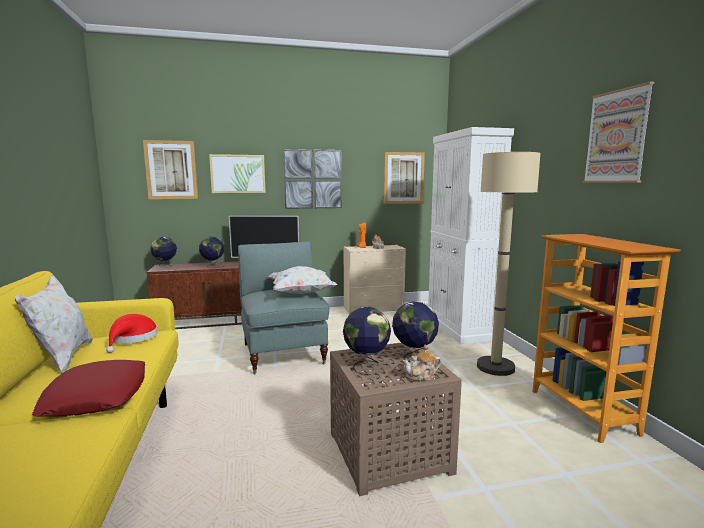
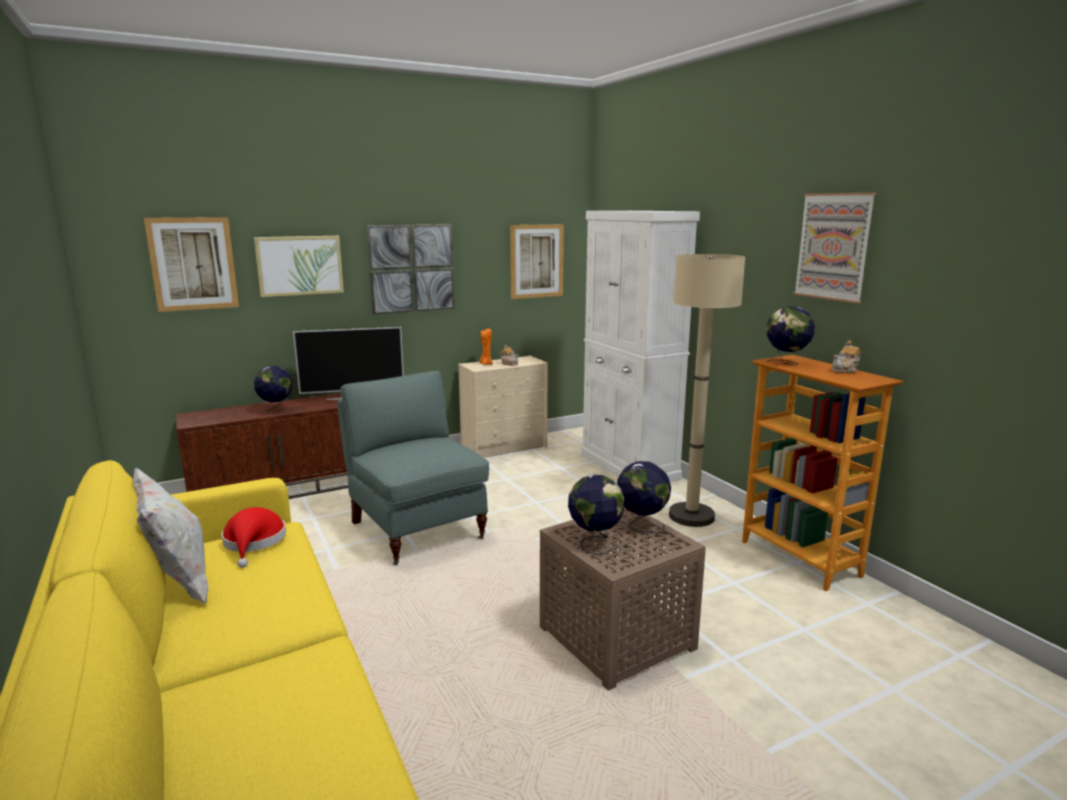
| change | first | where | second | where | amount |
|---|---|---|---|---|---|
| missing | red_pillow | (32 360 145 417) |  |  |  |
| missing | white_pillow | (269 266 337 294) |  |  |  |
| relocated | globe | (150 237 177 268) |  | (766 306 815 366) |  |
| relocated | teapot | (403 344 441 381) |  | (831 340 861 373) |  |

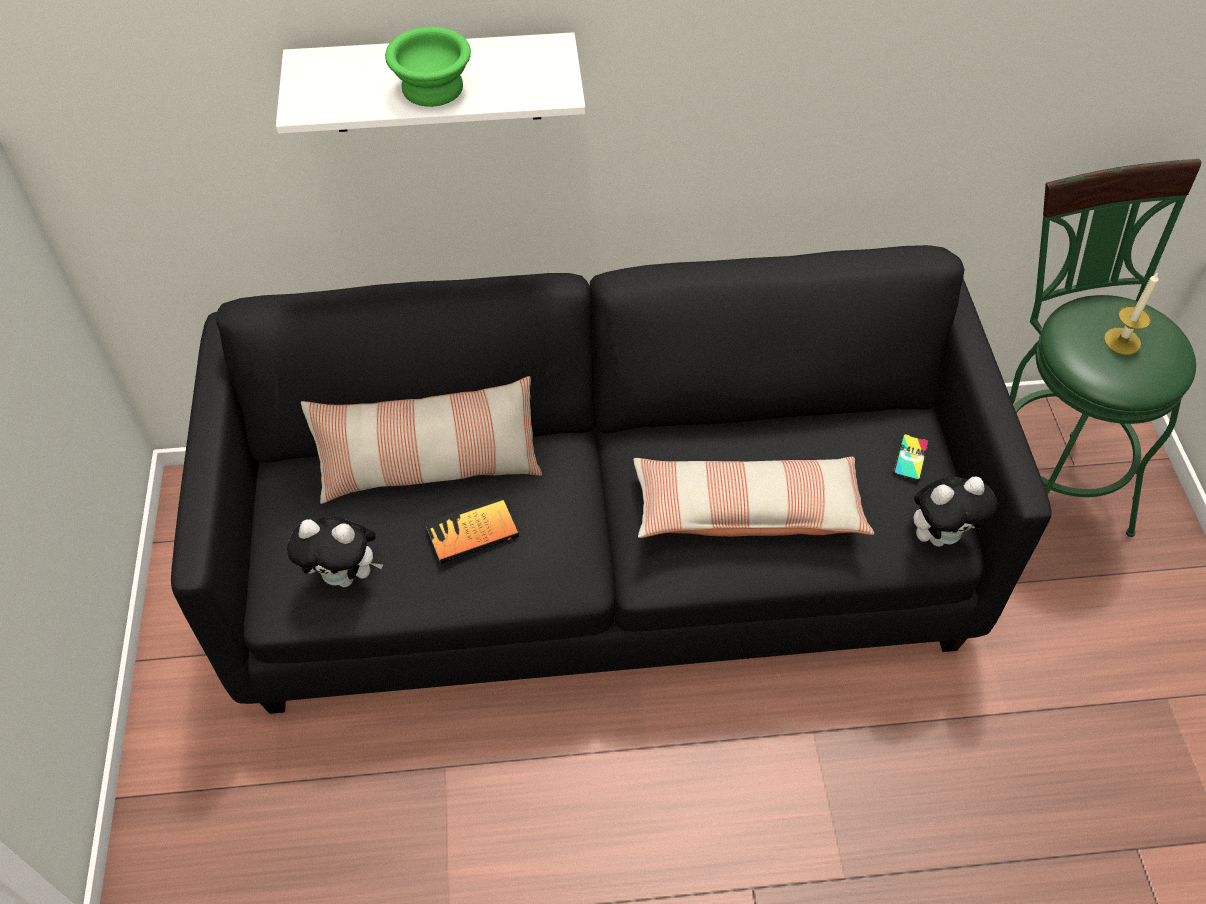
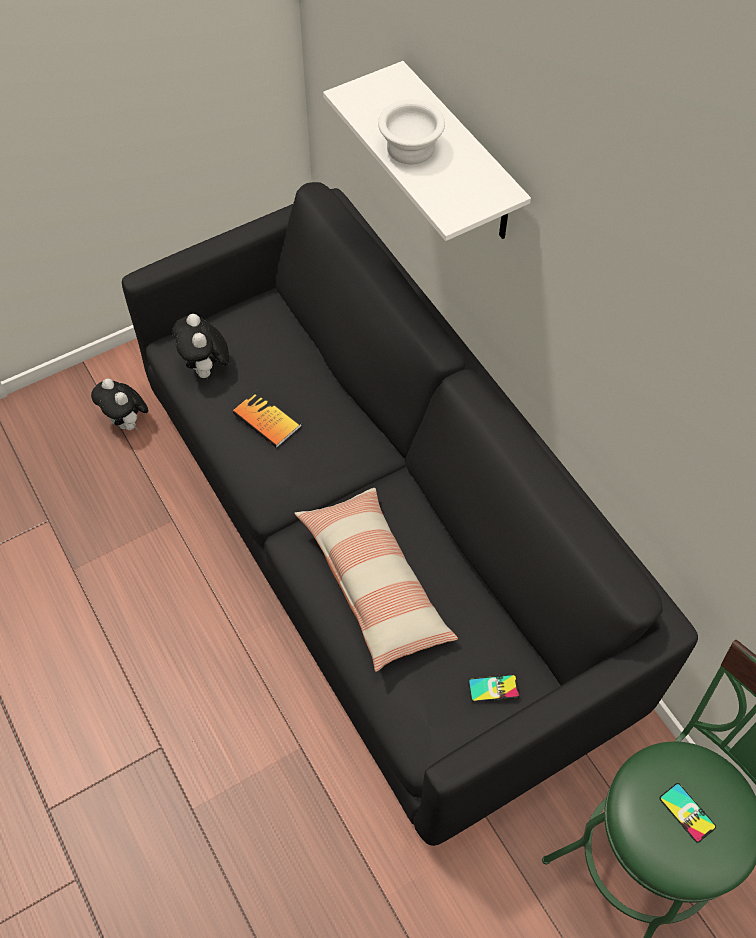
| change | first | where | second | where | amount |
|---|---|---|---|---|---|
| missing | pillow | (301 376 542 504) |  |  |  |
| relocated | plush_toy | (914 477 998 547) |  | (91 378 148 430) |  |
| exchanged | candle | (1104 272 1159 355) | phone | (660 783 716 843) |  |
| colour | green_bowl | (385 27 471 107) | white_bowl | (378 99 445 164) |  |

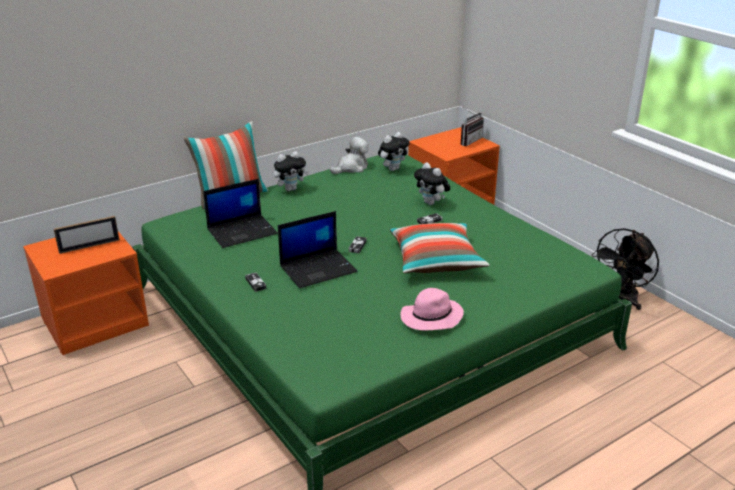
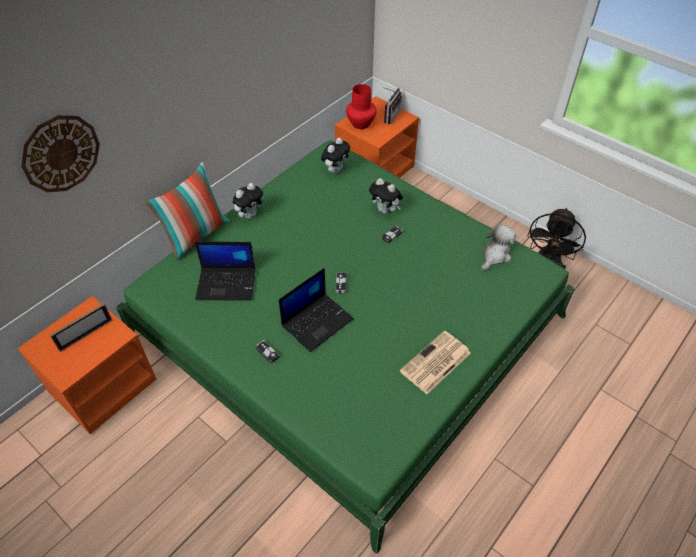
| change | first | where | second | where | amount |
|---|---|---|---|---|---|
| missing | pillow | (390 223 490 273) |  |  |  |
| appeared |  |  | wall_clock | (21 115 100 192) |  |
| appeared |  |  | red_vase | (346 84 377 129) |  |
| relocated | plush_toy | (330 137 369 174) |  | (481 224 516 271) |  |
| exchanged | pink_hat | (400 288 464 330) | newspaper | (400 331 471 394) |  |
| spun | laptop | (203 179 278 248) |  | (195 242 256 301) | 45 degrees clockwise |

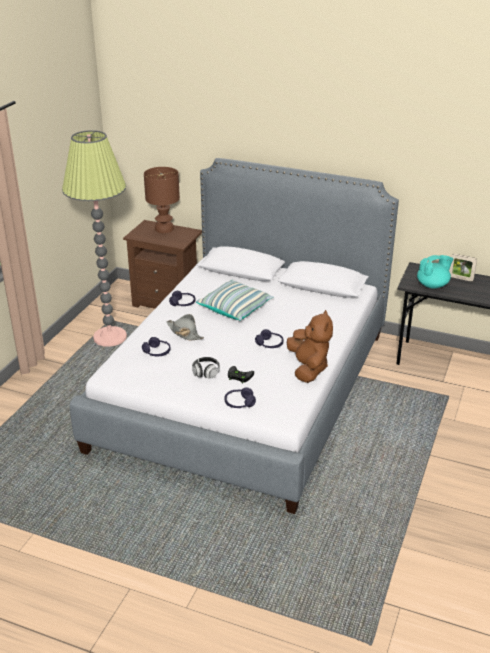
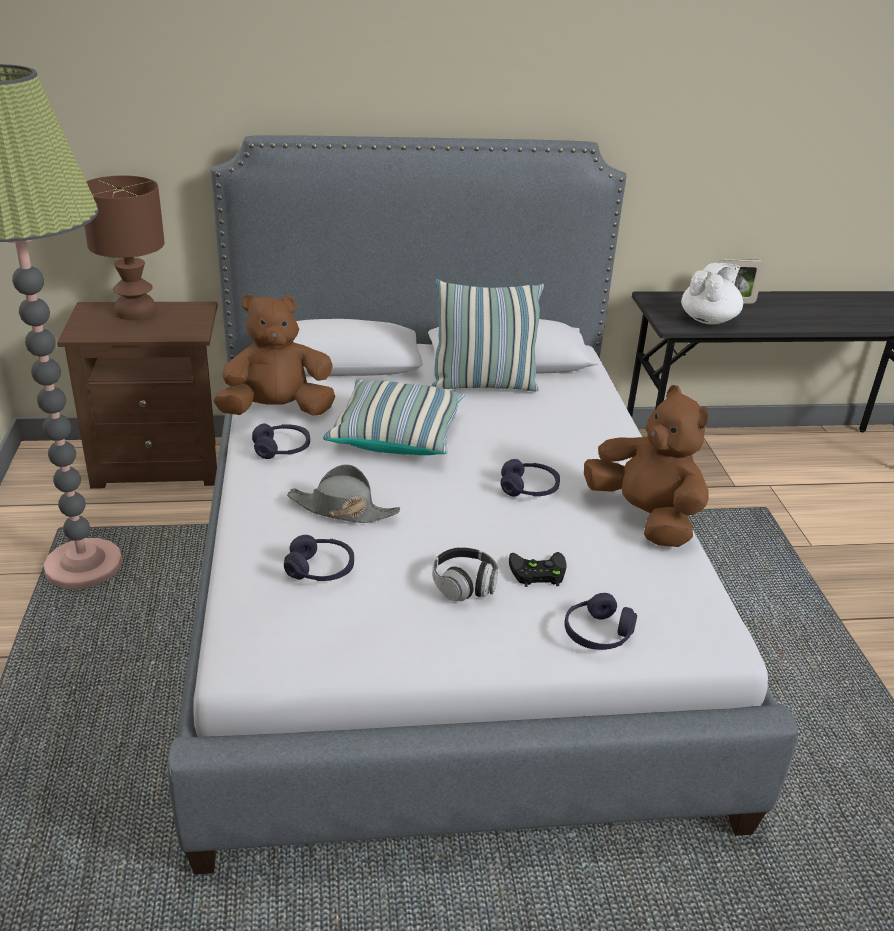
| change | first | where | second | where | amount |
|---|---|---|---|---|---|
| appeared |  |  | brown_plush_toy | (213 294 335 415) |  |
| appeared |  |  | pillow | (431 279 544 391) |  |
| colour | turquoise_teapot | (417 255 453 289) | white_teapot | (681 263 743 325) |  |

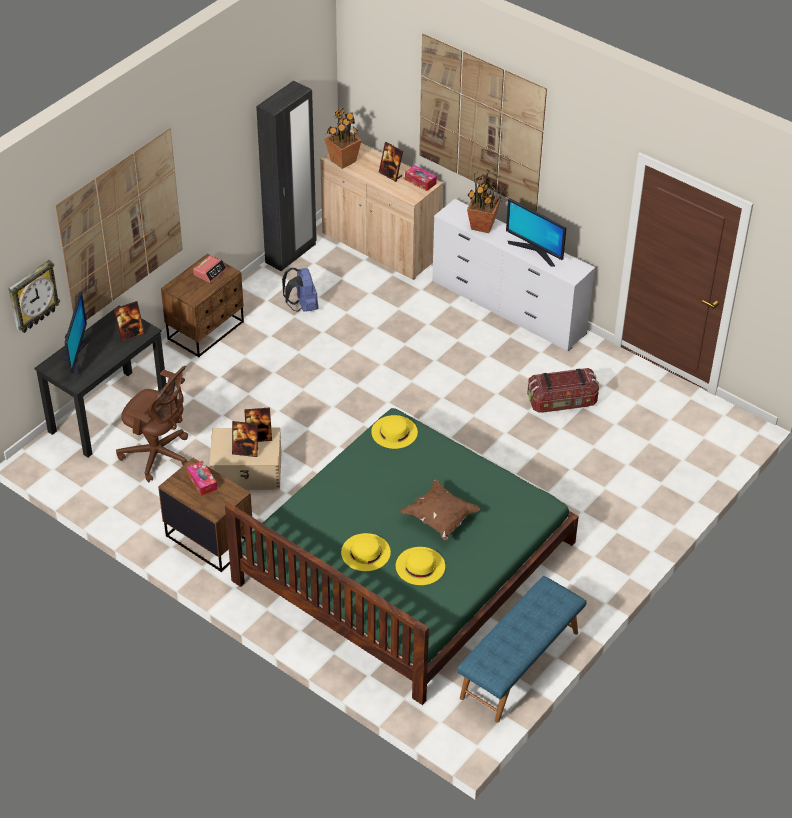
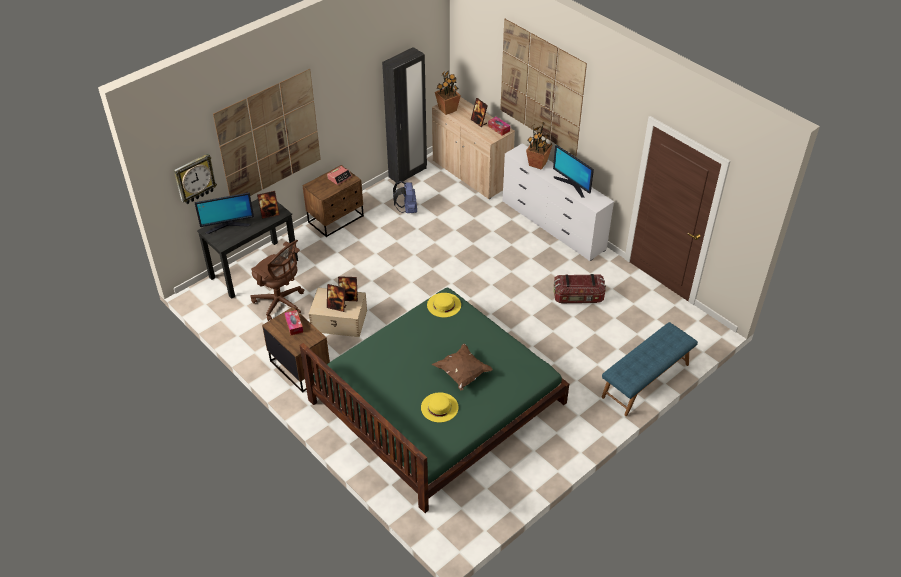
| change | first | where | second | where | amount |
|---|---|---|---|---|---|
| missing | yellow_hat | (341 533 391 571) |  |  |  |
| relocated | blue_bench | (457 576 587 723) |  | (602 322 698 416) |  |
| spun | monitor | (61 292 91 379) |  | (195 193 254 234) | 60 degrees clockwise |

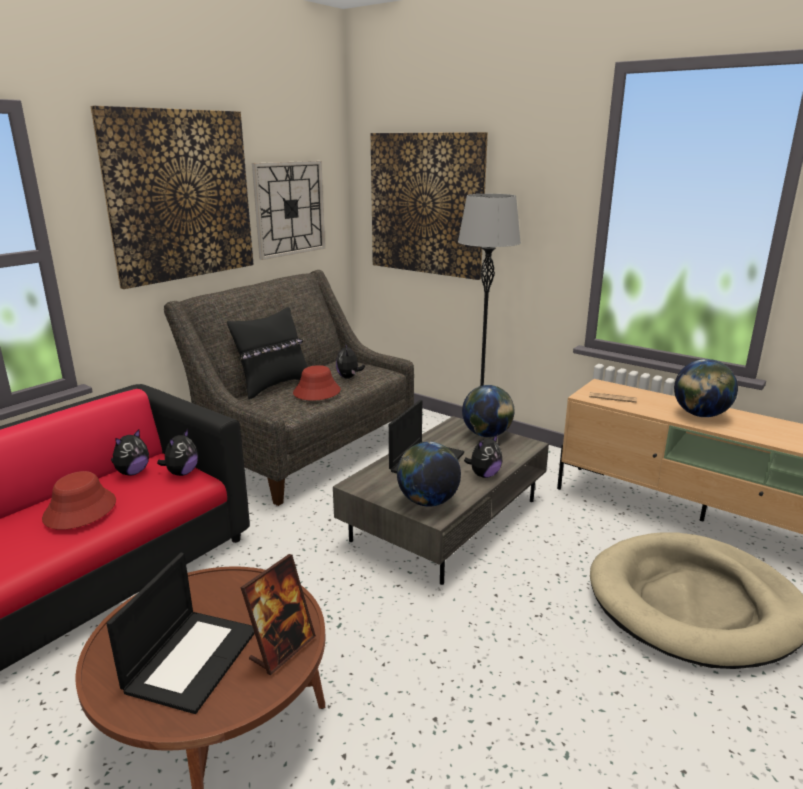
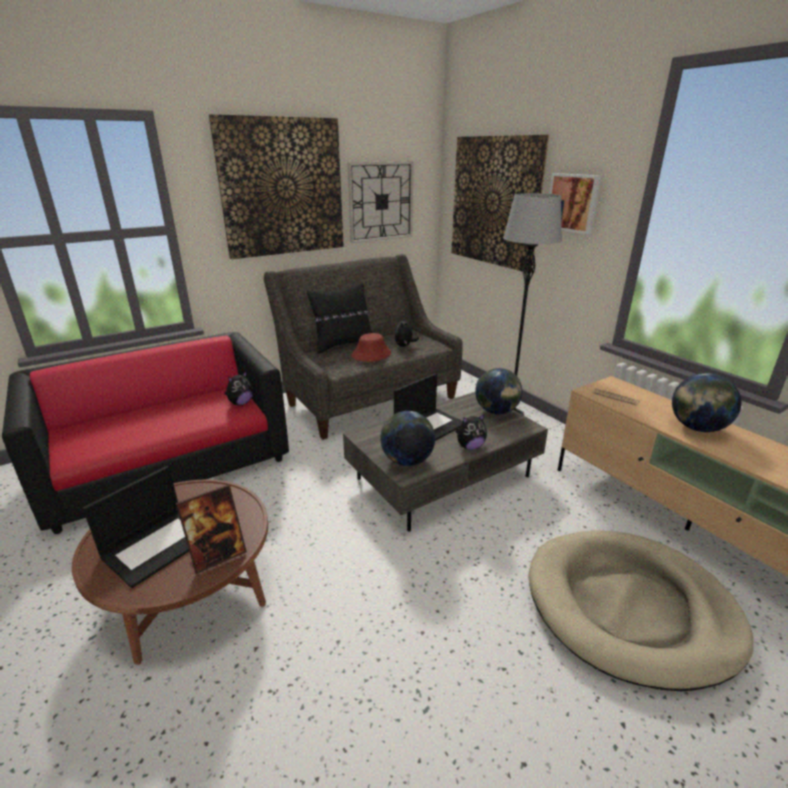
| change | first | where | second | where | amount |
|---|---|---|---|---|---|
| missing | red_hat | (42 471 116 530) |  |  |  |
| missing | plush_toy | (111 429 149 476) |  |  |  |
| appeared |  |  | picture | (549 173 601 234) |  |

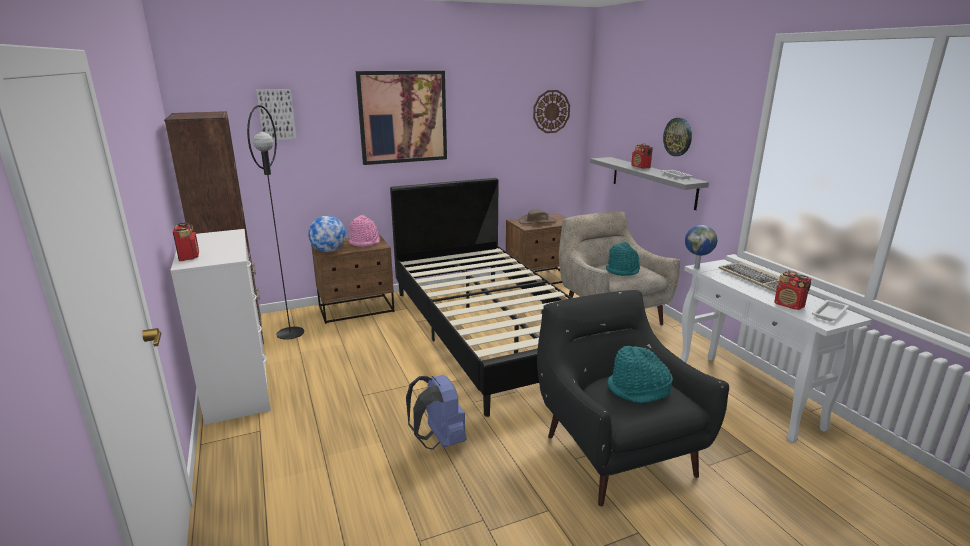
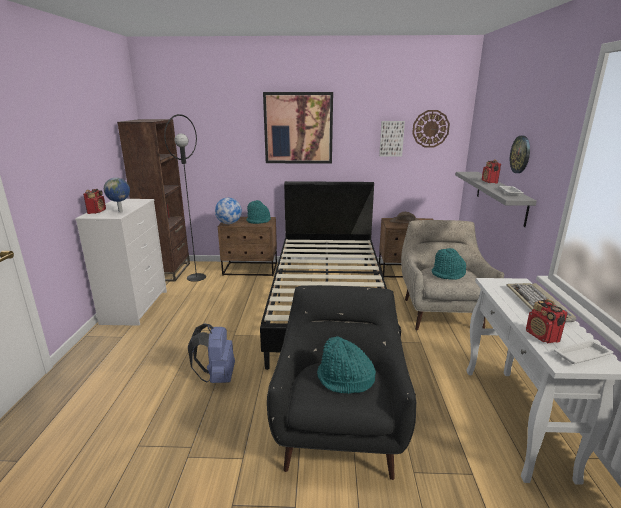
| change | first | where | second | where | amount |
|---|---|---|---|---|---|
| relocated | picture | (256 89 297 140) |  | (379 121 405 157) |  |
| relocated | globe | (685 225 717 269) |  | (104 178 130 213) |  |
| colour | pink_hat | (349 215 380 247) | turquoise_hat | (246 200 271 224) |  |

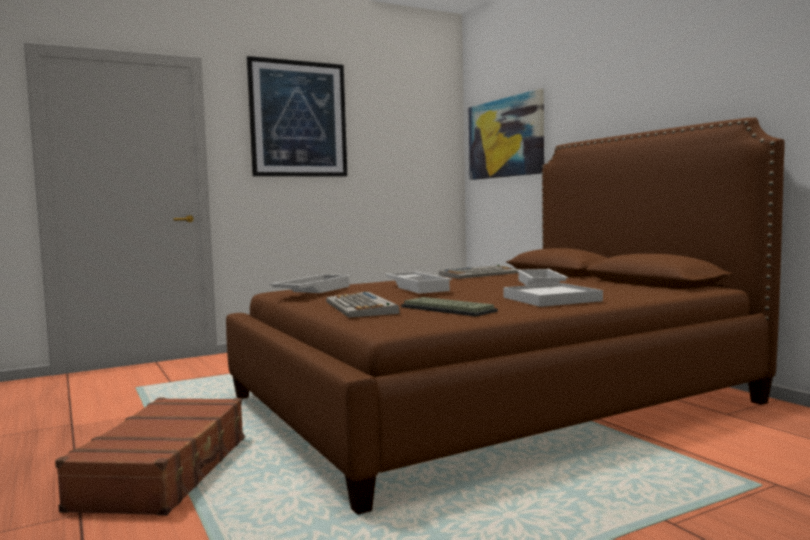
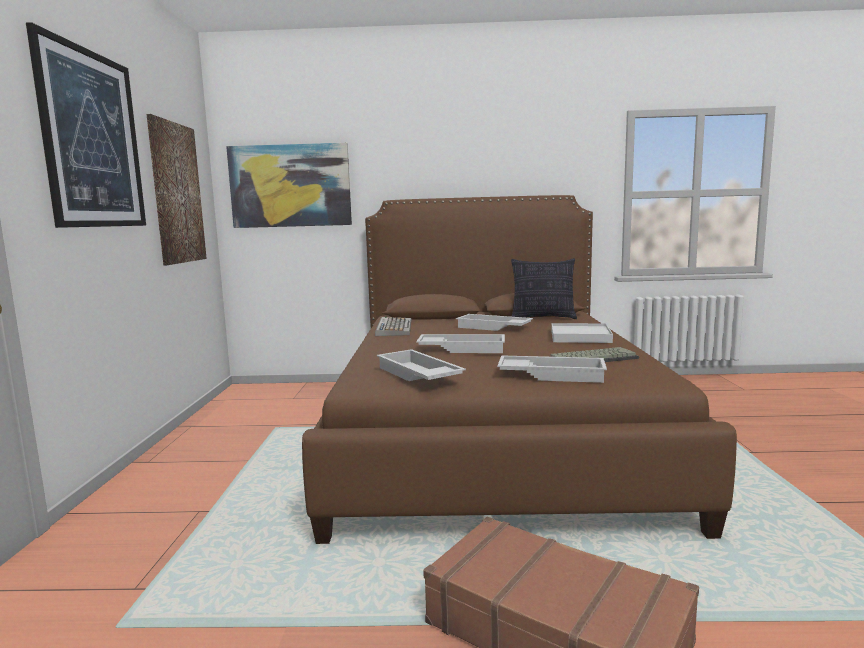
| change | first | where | second | where | amount |
|---|---|---|---|---|---|
| appeared |  |  | picture | (147 114 207 265) |  |
| appeared |  |  | pillow | (511 258 577 319) |  |
| exchanged | keyboard | (326 292 400 318) | white_tray | (497 355 607 383) |  |

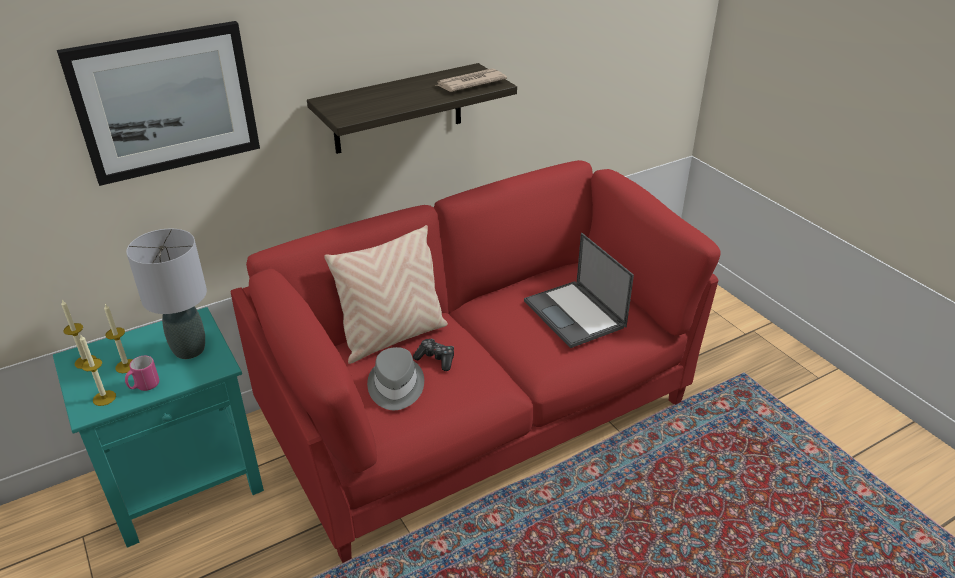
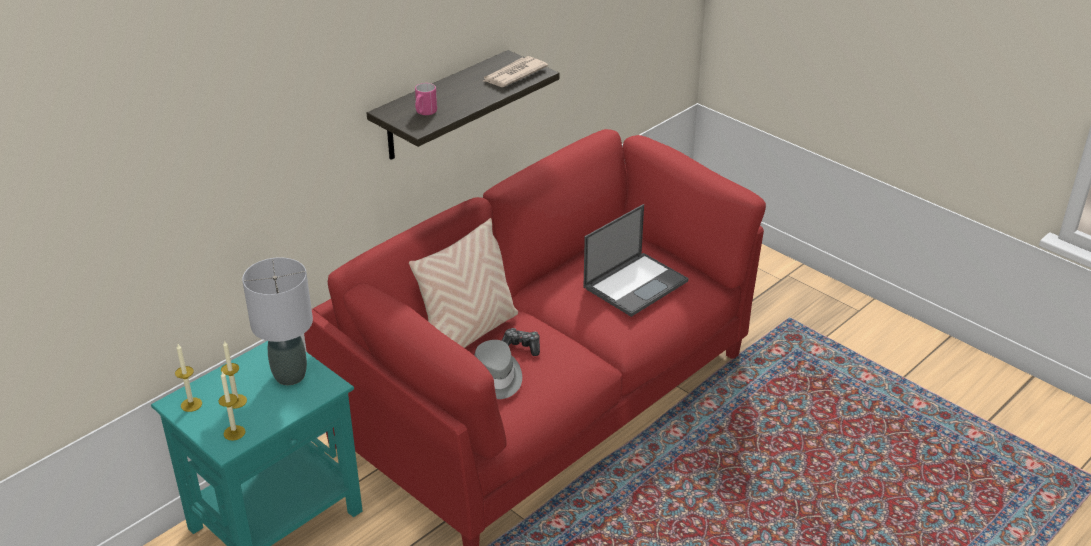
| change | first | where | second | where | amount |
|---|---|---|---|---|---|
| missing | picture | (57 21 260 186) |  |  |  |
| relocated | pink_mug | (125 356 159 391) |  | (415 83 437 115) |  |
| spun | laptop | (524 233 634 348) |  | (583 204 688 317) | 90 degrees counterclockwise |

